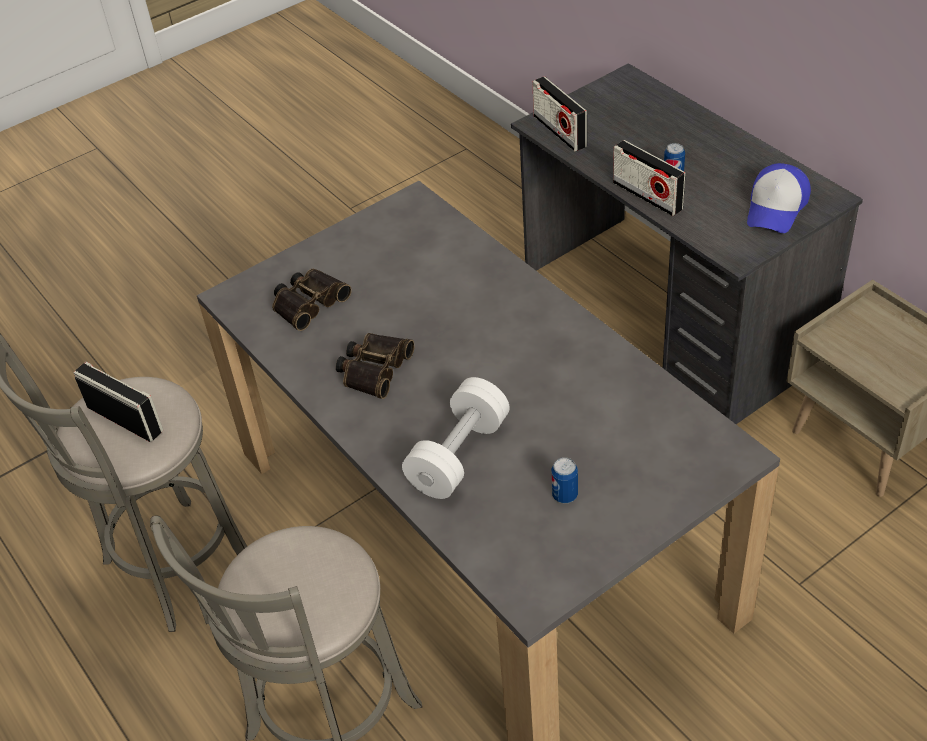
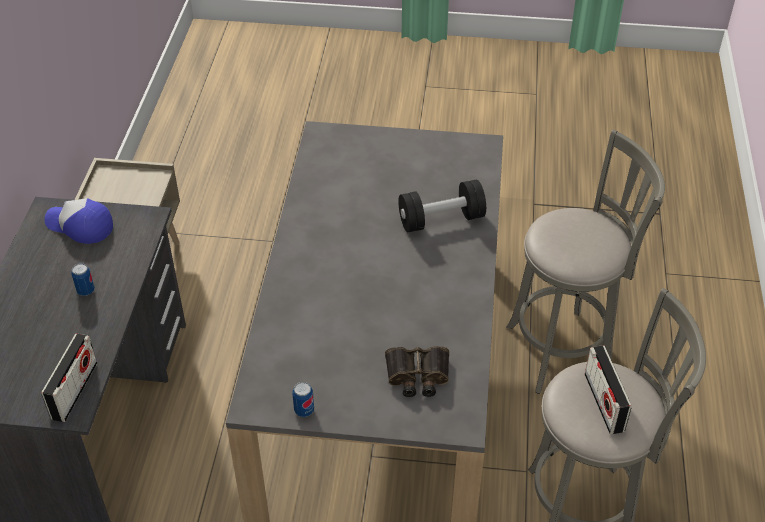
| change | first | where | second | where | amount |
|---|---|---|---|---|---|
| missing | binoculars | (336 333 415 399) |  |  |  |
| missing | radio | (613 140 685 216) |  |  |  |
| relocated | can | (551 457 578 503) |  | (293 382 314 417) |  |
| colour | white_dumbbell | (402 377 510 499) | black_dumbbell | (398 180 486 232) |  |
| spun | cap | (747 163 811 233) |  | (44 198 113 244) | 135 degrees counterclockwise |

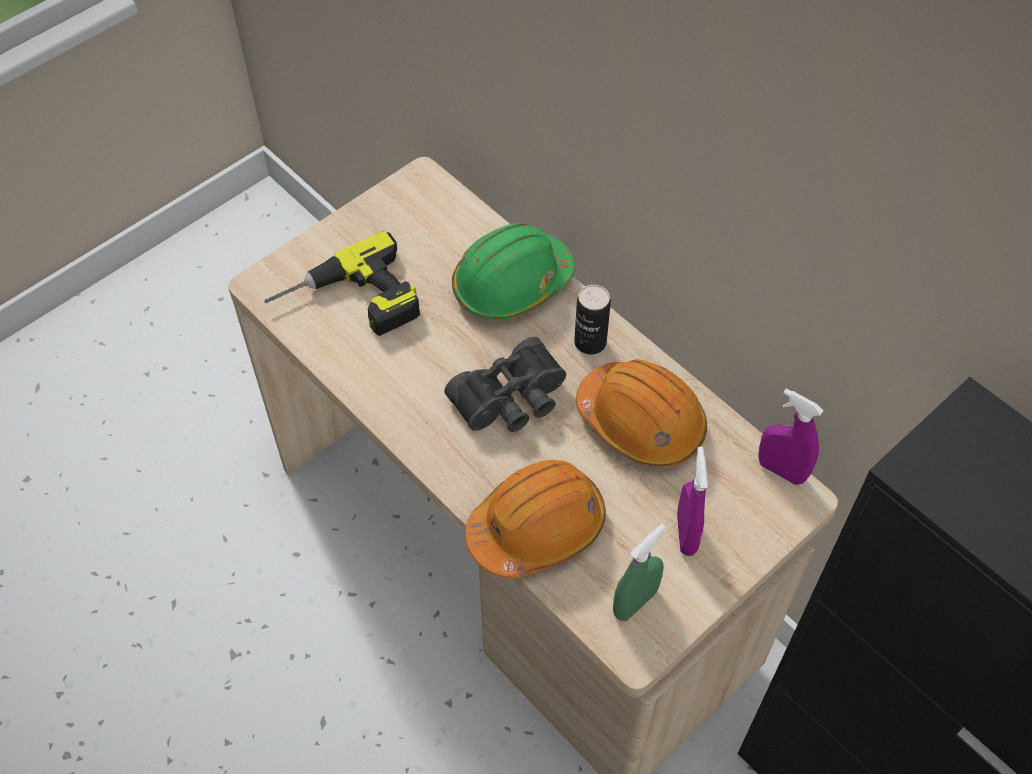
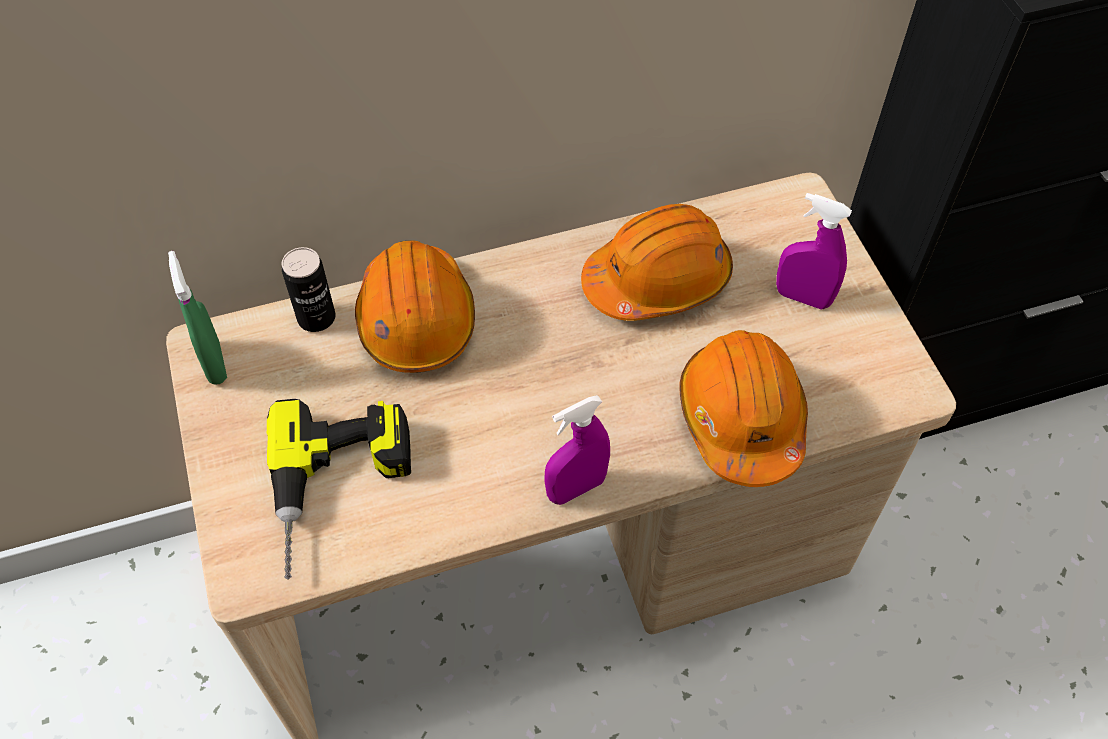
| change | first | where | second | where | amount |
|---|---|---|---|---|---|
| missing | black_binoculars | (444 337 566 432) |  |  |  |
| relocated | can | (574 285 611 355) |  | (282 247 336 332) |  |
| relocated | green_spray_bottle | (613 524 666 621) |  | (168 251 227 385) |  |
| relocated | purple_spray_bottle | (758 388 824 485) |  | (544 395 610 505) |  |
| colour | green_hard_hat | (452 223 575 320) | orange_hard_hat | (355 240 475 373) |  |

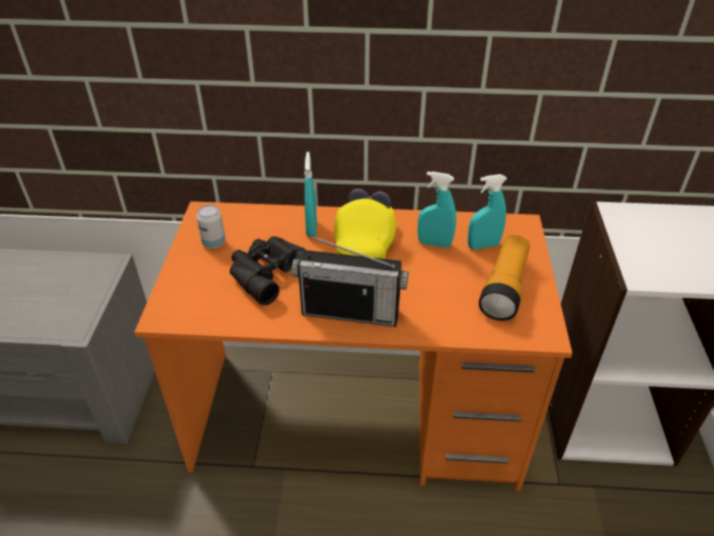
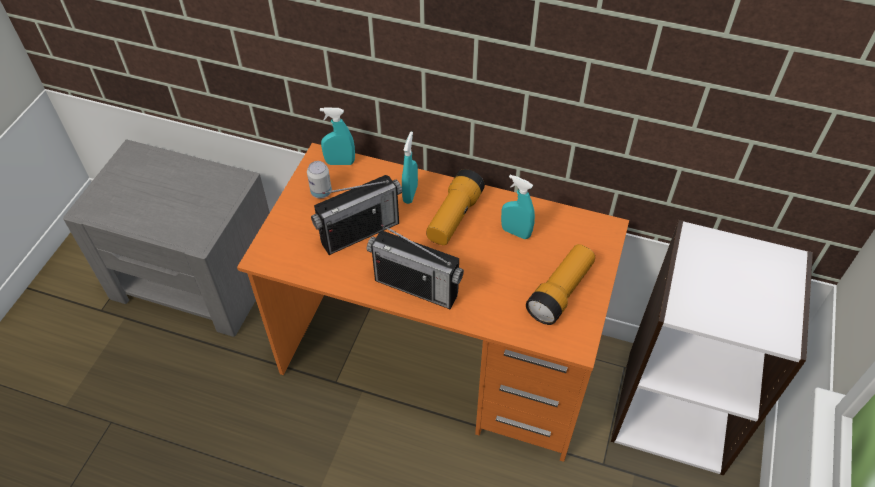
| change | first | where | second | where | amount |
|---|---|---|---|---|---|
| relocated | turquoise_spray_bottle | (468 174 507 249) |  | (320 107 355 165) |  |
| exchanged | black_binoculars | (230 236 306 305) | radio | (311 175 402 255) |  |
| exchanged | yellow_cap | (334 189 396 259) | flashlight | (426 169 485 245) |  |

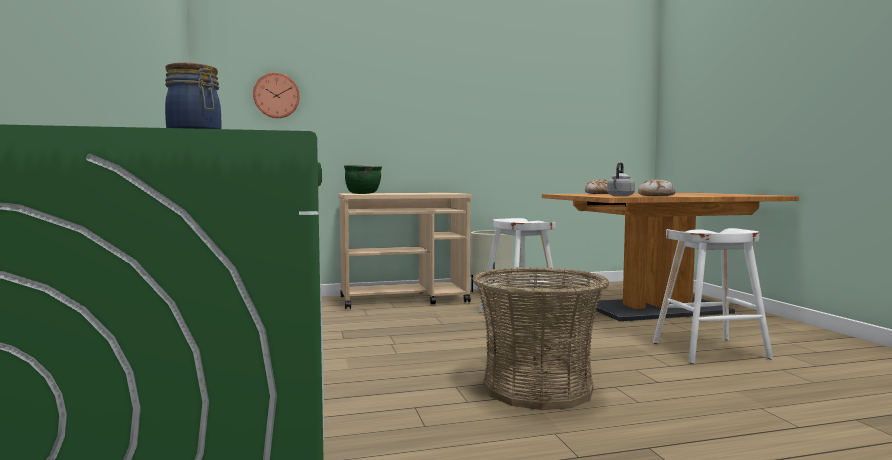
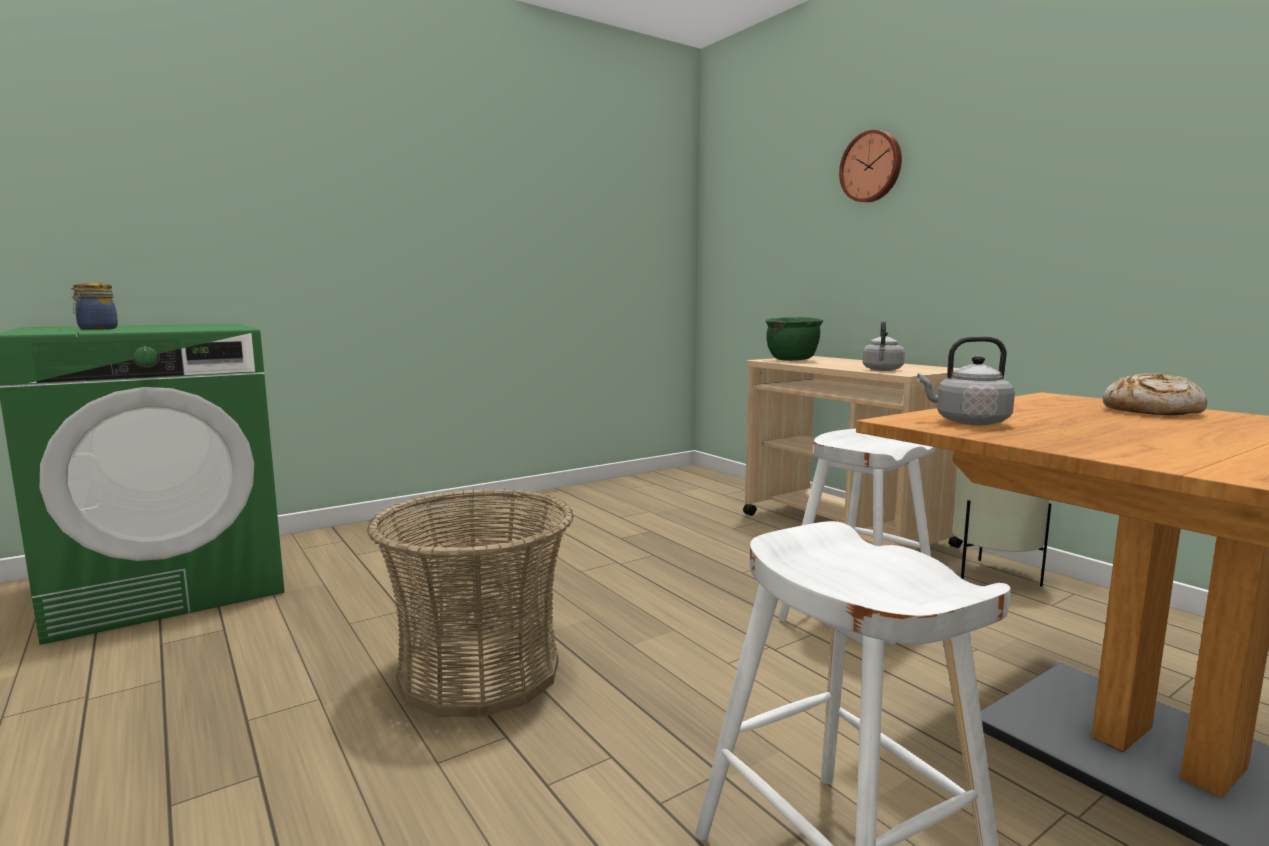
| change | first | where | second | where | amount |
|---|---|---|---|---|---|
| missing | bread | (638 179 675 196) |  |  |  |
| appeared |  |  | grey_kettle | (862 320 905 371) |  |
| relocated | wall_clock | (253 73 300 118) |  | (839 130 902 203) |  |

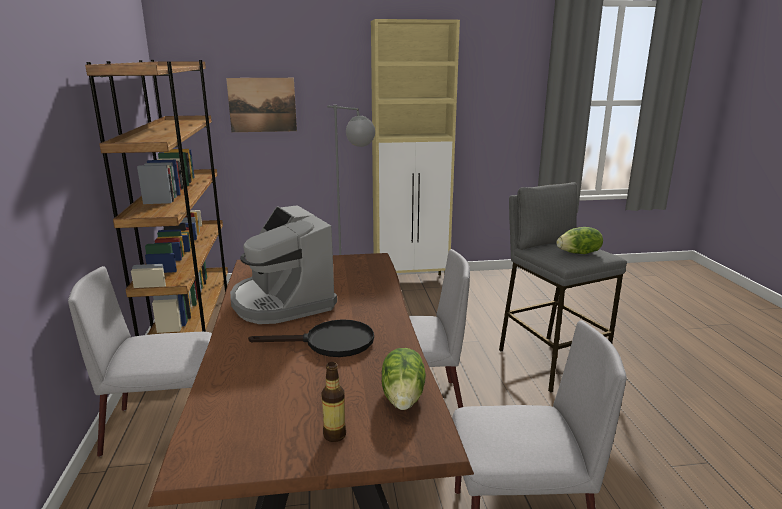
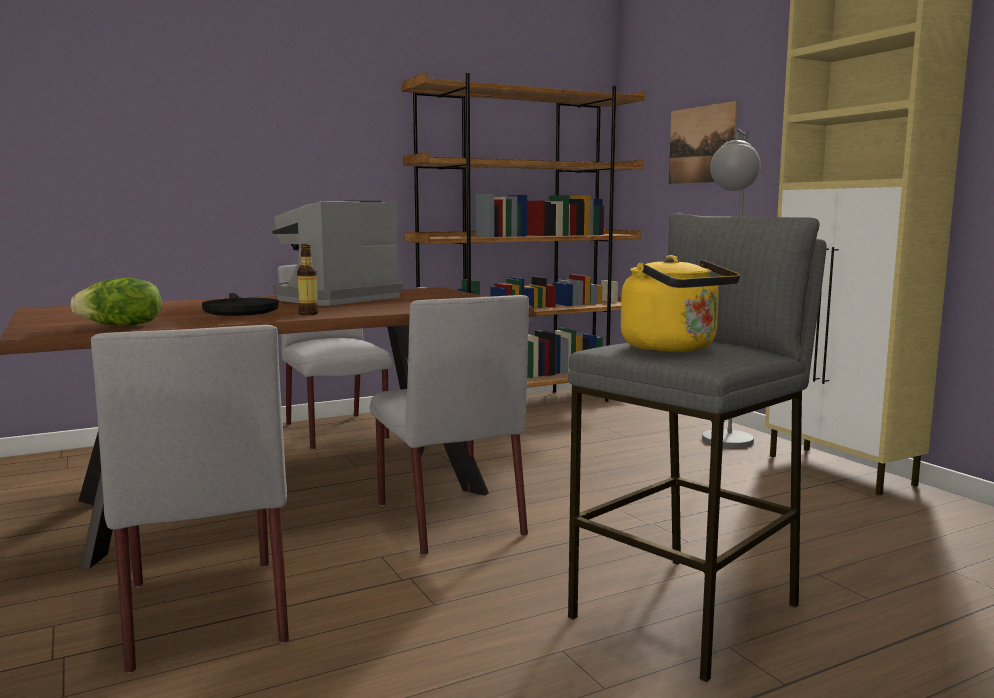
| change | first | where | second | where | amount |
|---|---|---|---|---|---|
| relocated | bottle | (321 362 346 442) |  | (297 244 319 315) |  |
| exchanged | lettuce | (556 227 603 254) | yellow_kettle | (621 255 740 352) |  |

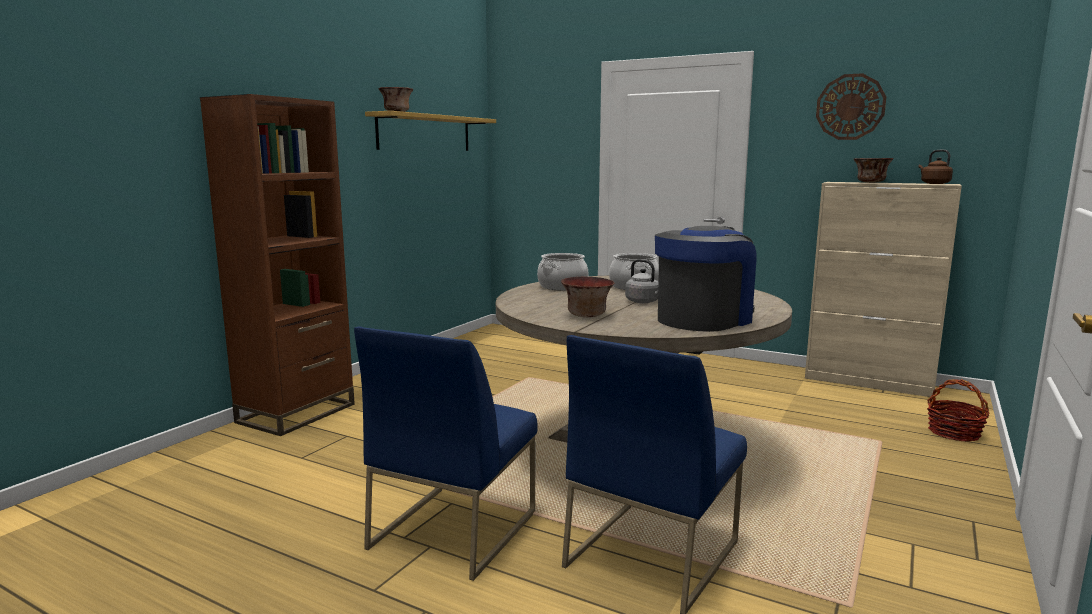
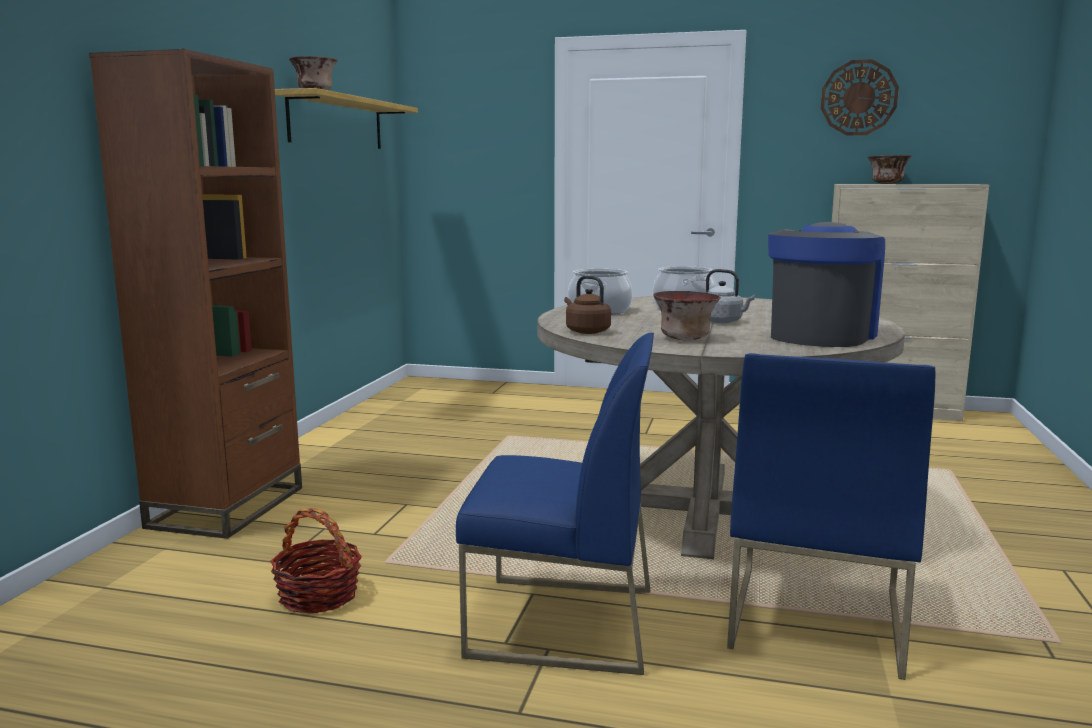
| change | first | where | second | where | amount |
|---|---|---|---|---|---|
| relocated | brown_kettle | (918 150 953 184) |  | (564 275 611 334) |  |
| relocated | basket | (927 379 989 441) |  | (270 508 362 614) |  |
| spun | blue_chair | (354 327 538 581) |  | (456 333 654 675) | 90 degrees counterclockwise |

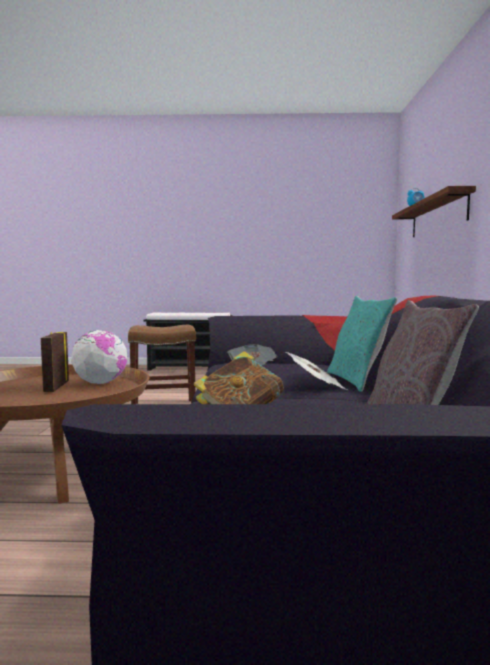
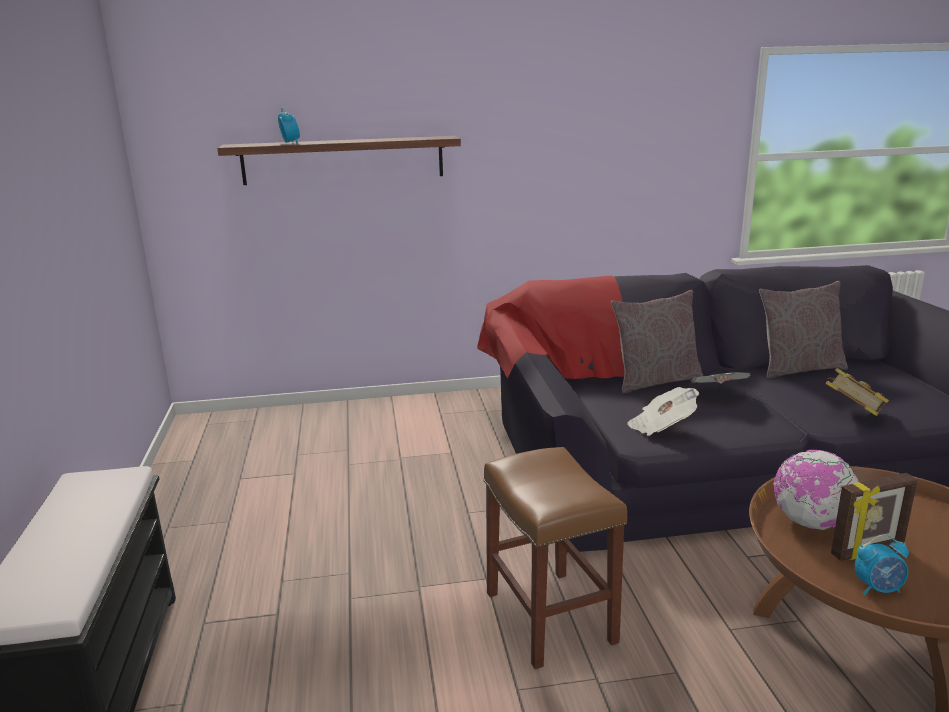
| change | first | where | second | where | amount |
|---|---|---|---|---|---|
| appeared |  |  | alarm_clock | (855 535 909 595) |  |
| colour | turquoise_pillow | (327 296 397 392) | grey_pillow | (611 290 703 393) |  |

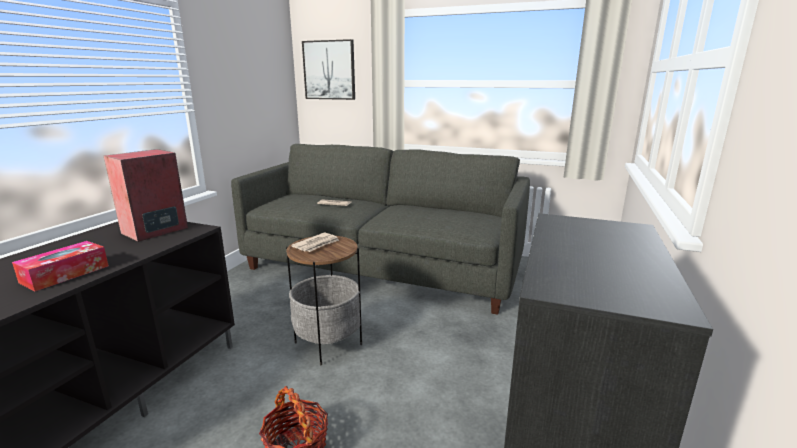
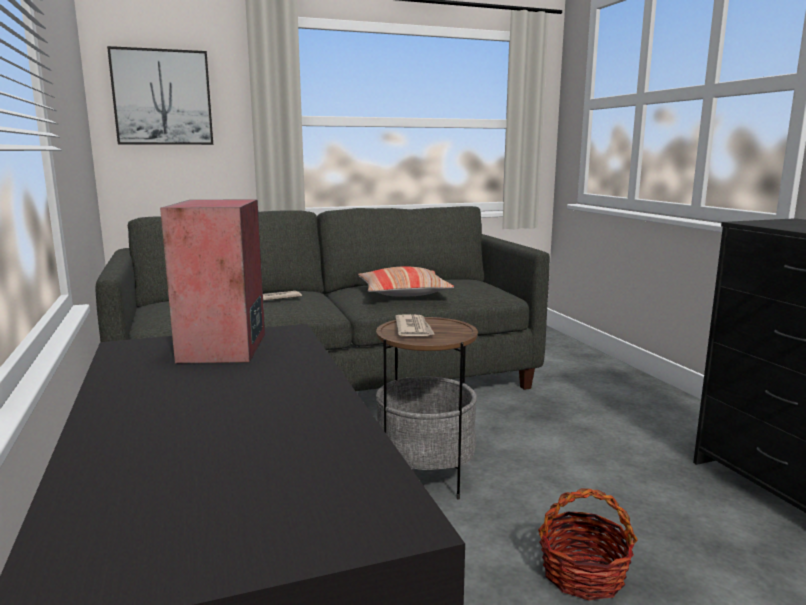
| change | first | where | second | where | amount |
|---|---|---|---|---|---|
| missing | tissue_box | (12 241 109 291) |  |  |  |
| appeared |  |  | pillow | (358 266 454 297) |  |

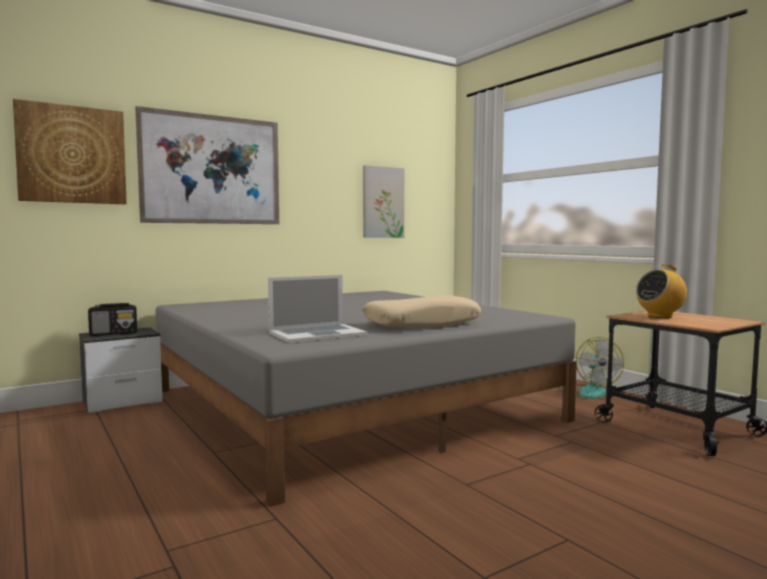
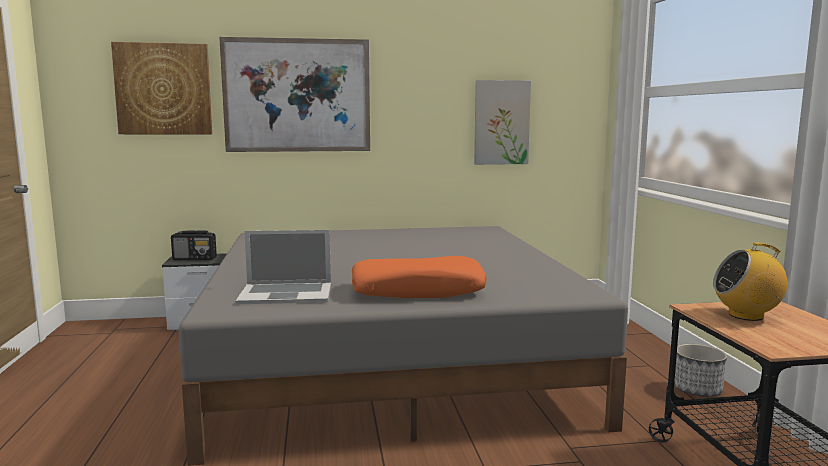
| change | first | where | second | where | amount |
|---|---|---|---|---|---|
| exchanged | fan | (558 337 624 399) | planter | (674 344 727 397) |  |
| colour | beige_pillow | (362 295 481 328) | orange_pillow | (352 256 487 298) |  |

